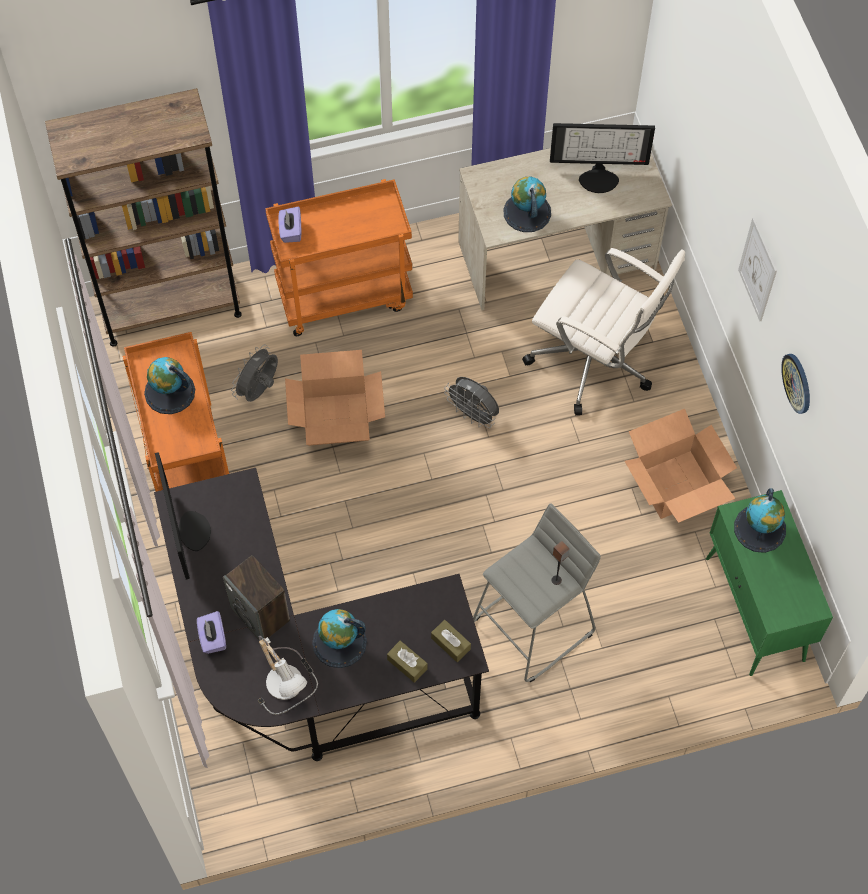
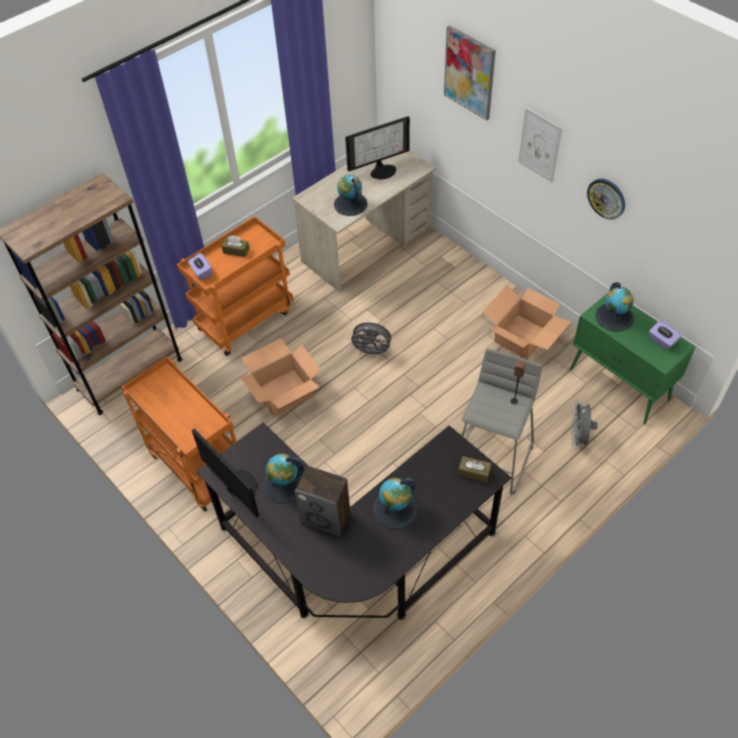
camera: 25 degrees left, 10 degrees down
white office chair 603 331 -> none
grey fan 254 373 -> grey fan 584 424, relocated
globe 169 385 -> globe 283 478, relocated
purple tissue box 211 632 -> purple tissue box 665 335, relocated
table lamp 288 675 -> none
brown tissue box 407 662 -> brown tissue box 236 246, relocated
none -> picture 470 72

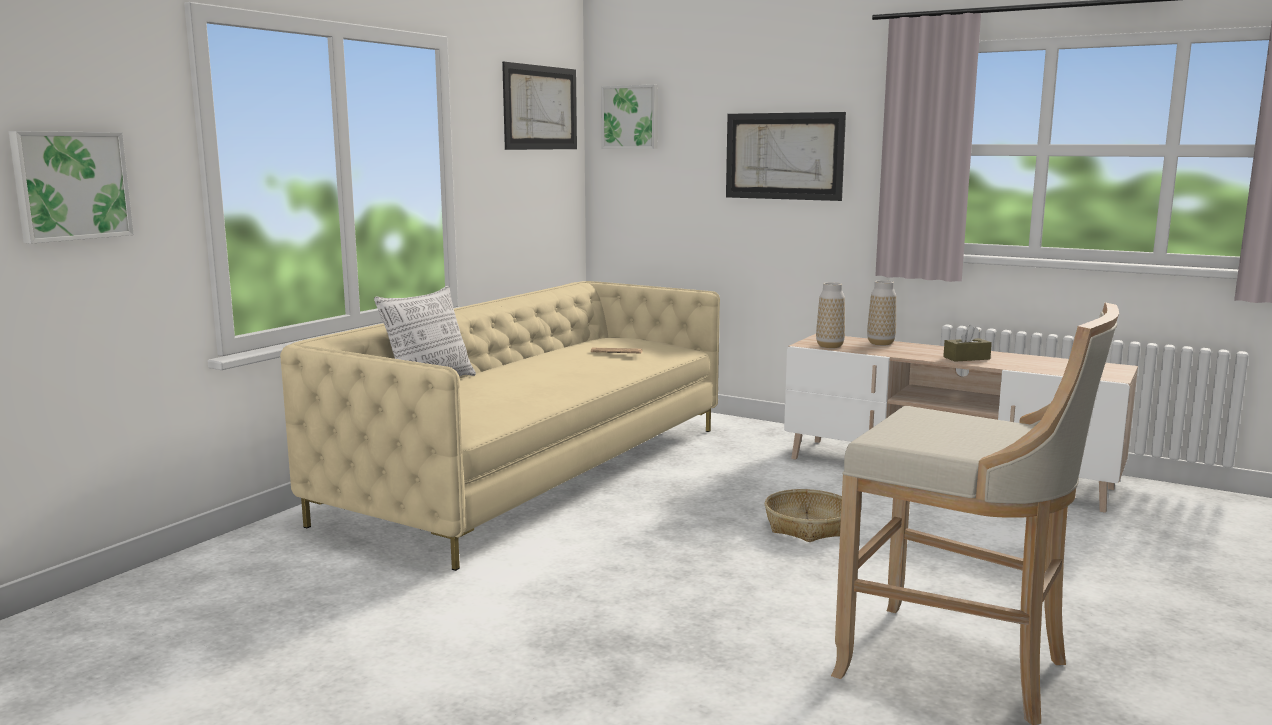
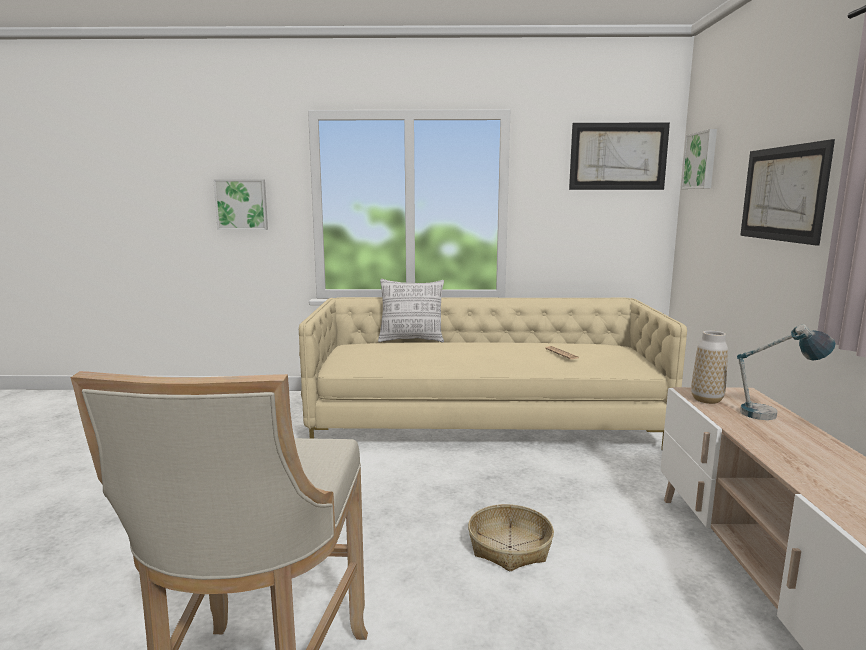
camera: 60 degrees right, 0 degrees up
vase 881 312 -> table lamp 786 372
brown tissue box 967 343 -> none

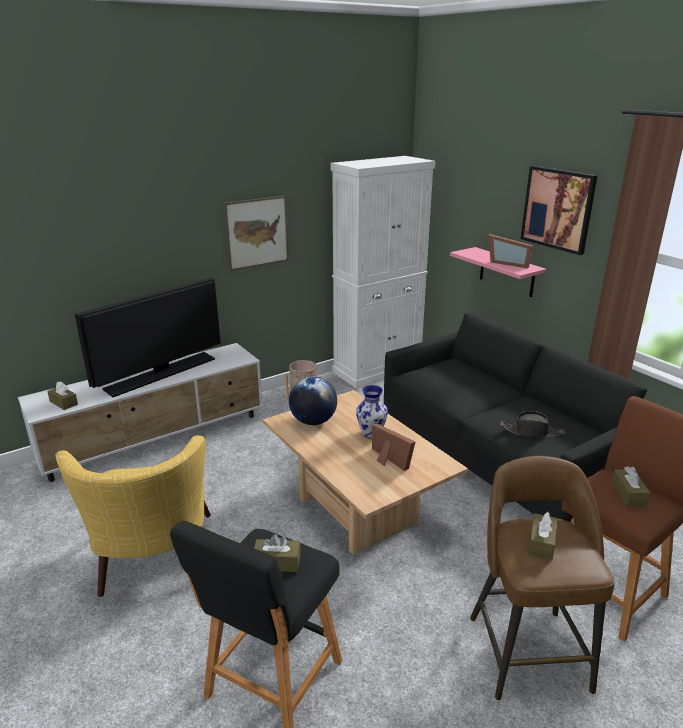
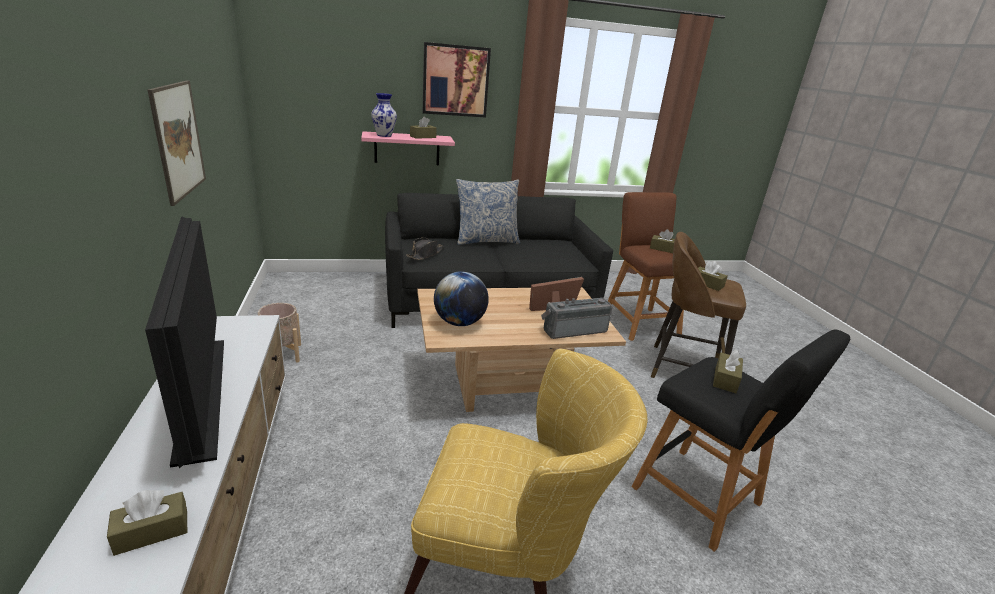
camera: 70 degrees left, 0 degrees up
white cabinet 382 272 -> none
picture frame 510 251 -> brown tissue box 423 127
vase 372 411 -> vase 384 115, relocated
black hat 533 424 -> black hat 425 249, relocated
none -> pillow 488 212
none -> radio 576 318

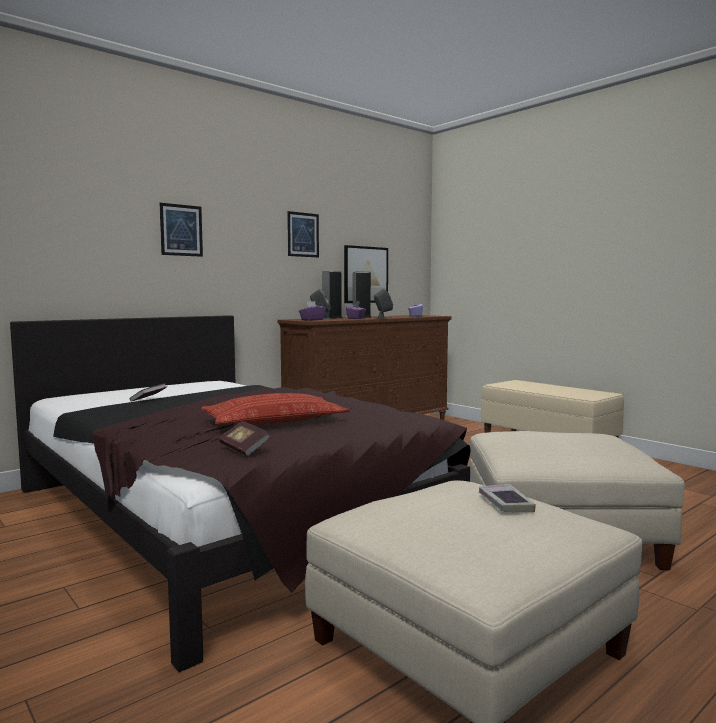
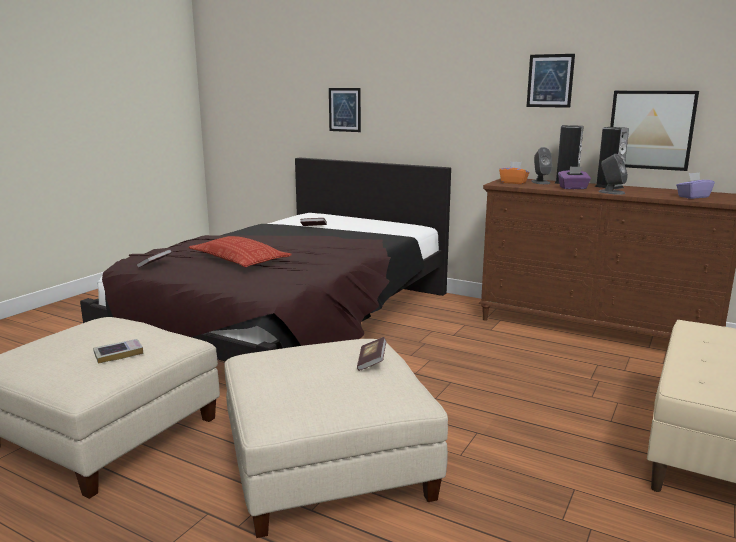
camera: 70 degrees right, 10 degrees up
picture 181 230 -> picture 345 110, relocated
purple tissue box 312 310 -> orange tissue box 514 172
none -> book 371 354

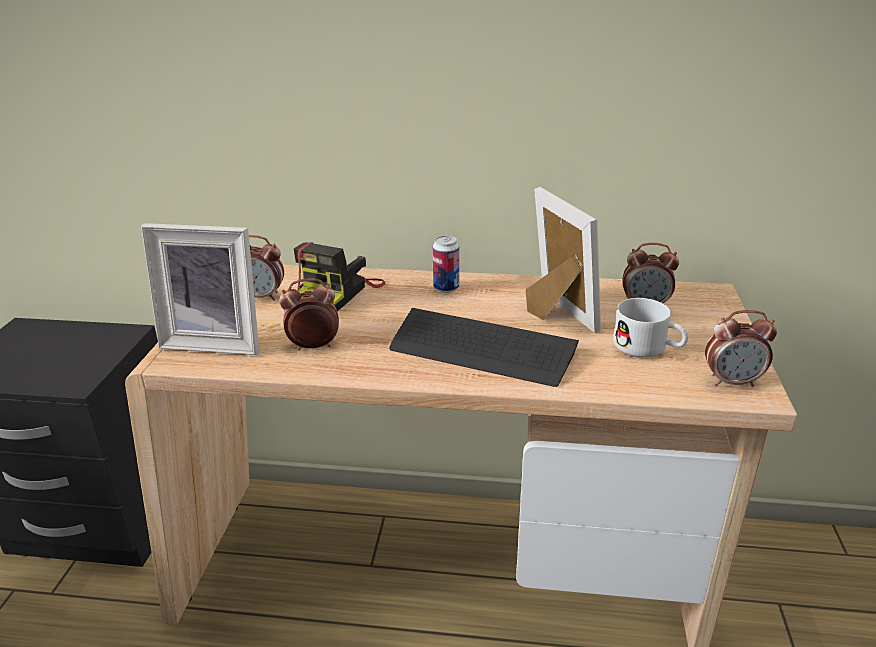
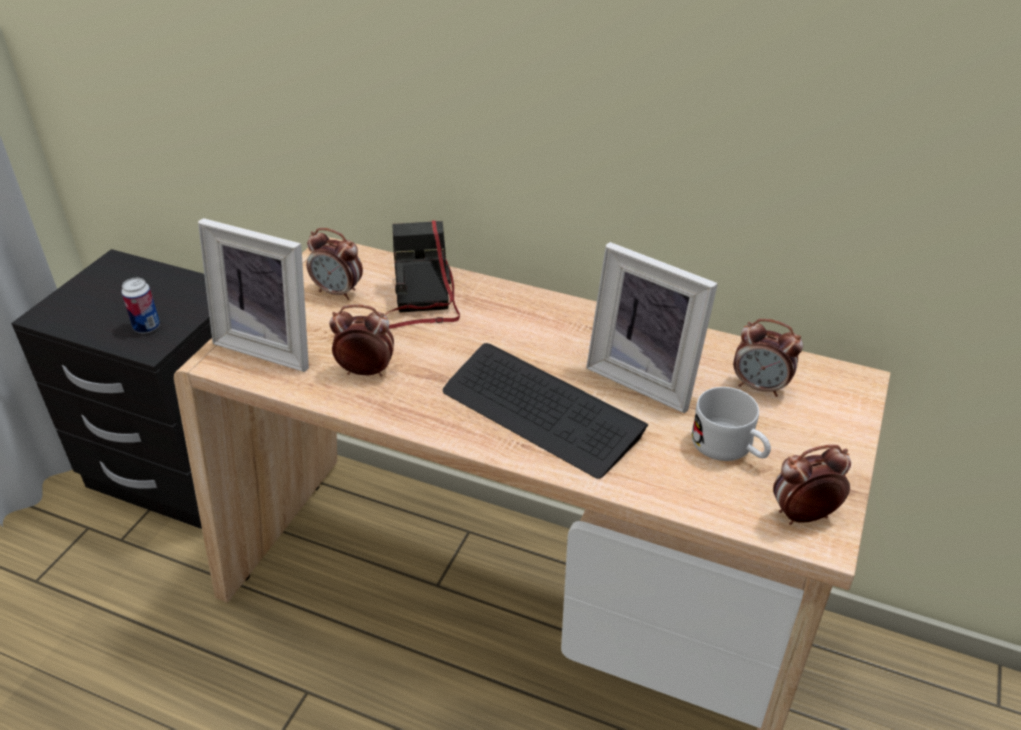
camera: 15 degrees right, 10 degrees up
picture frame 563 260 -> picture frame 652 327, 135 degrees clockwise
can 446 264 -> can 141 306, relocated
photo camera 340 276 -> photo camera 422 275, 135 degrees clockwise
alarm clock 741 348 -> alarm clock 812 485, 150 degrees clockwise

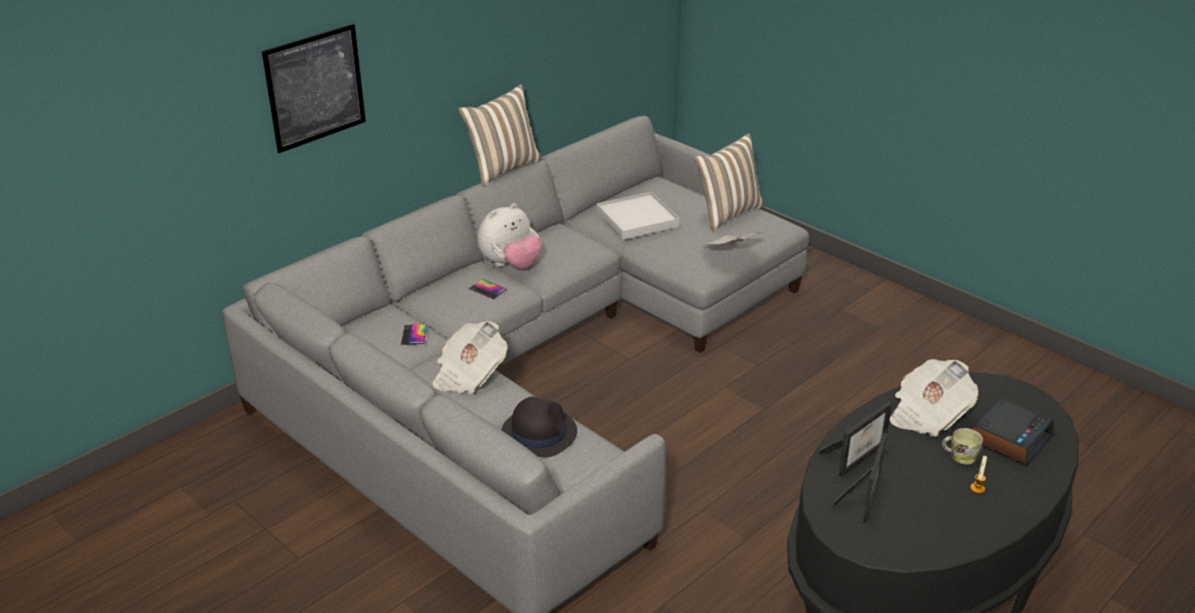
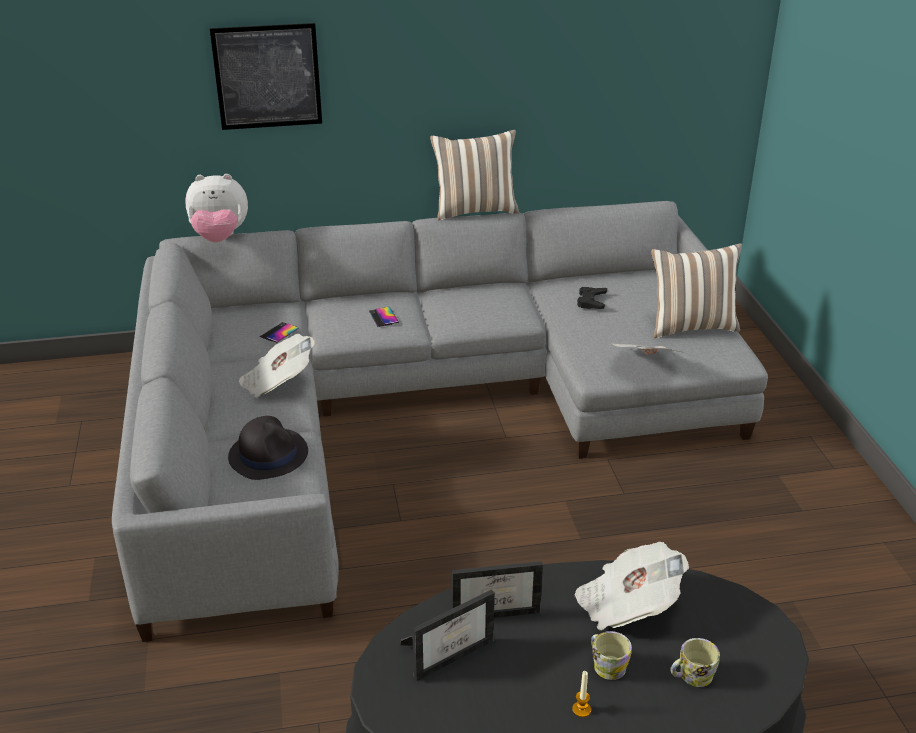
camera: 35 degrees right, 0 degrees up
white tray 637 216 -> black game controller 592 298
plush toy 509 236 -> plush toy 216 208, relocated
alarm clock 1013 432 -> mug 695 662

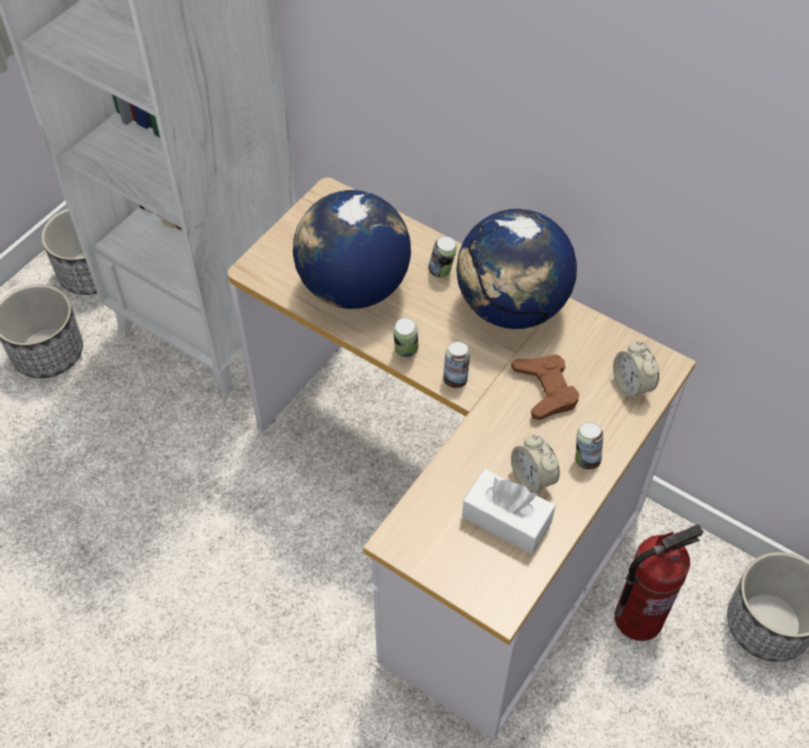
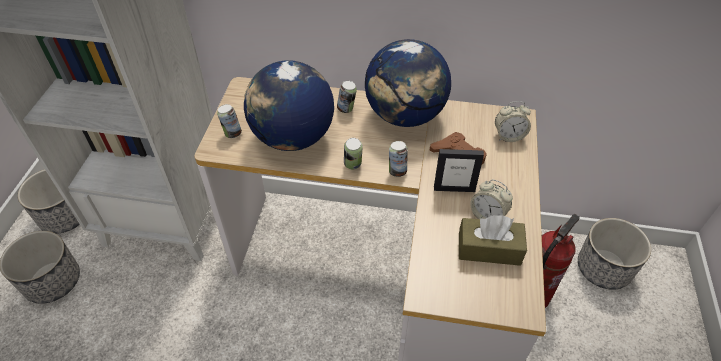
camera: 25 degrees left, 5 degrees down
alarm clock 636 371 -> alarm clock 513 121, 45 degrees counterclockwise
can 589 445 -> can 229 121, relocated
white tissue box 508 511 -> brown tissue box 493 240
none -> picture frame 459 170

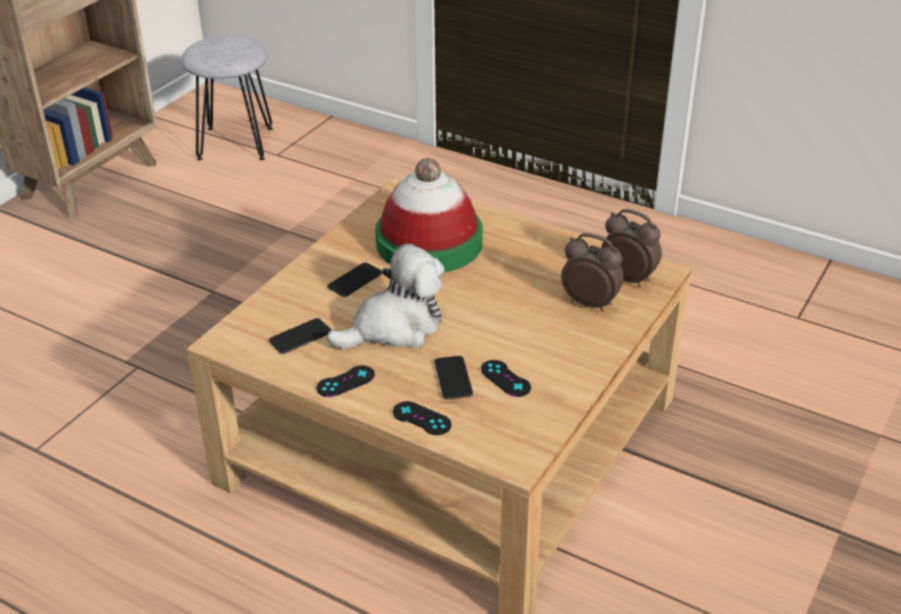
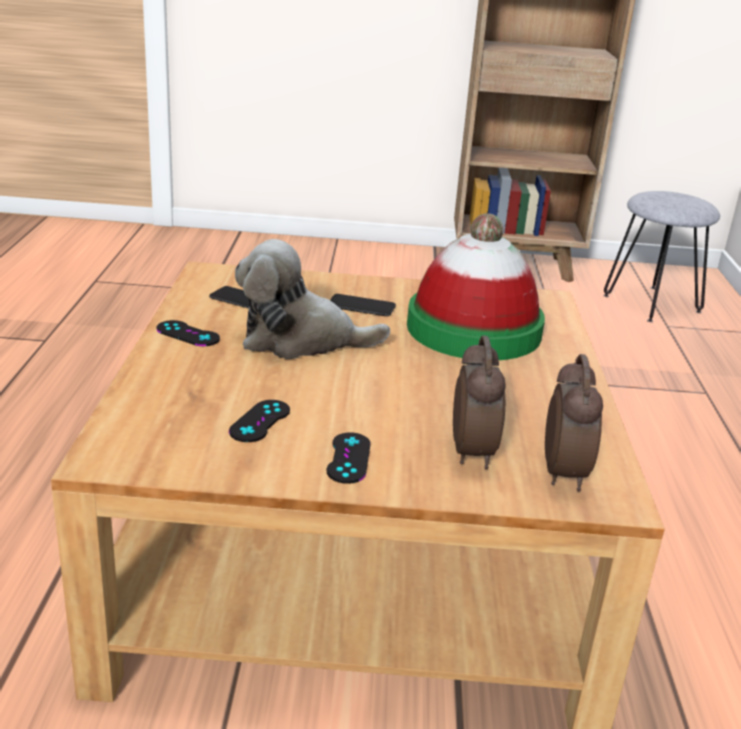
camera: 60 degrees right, 10 degrees down
plush toy 386 296 -> plush toy 312 299, 150 degrees clockwise
phone 453 377 -> none
black game controller 422 418 -> black game controller 349 458, relocated

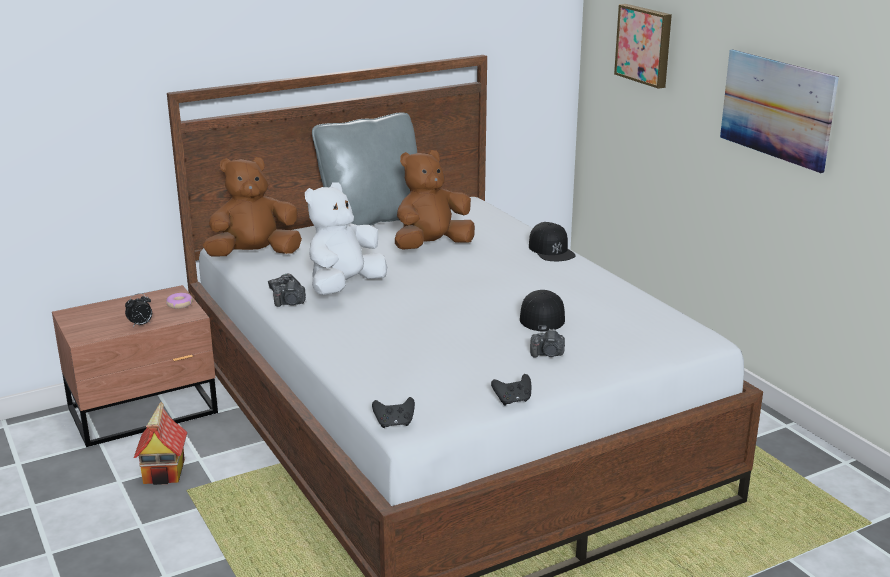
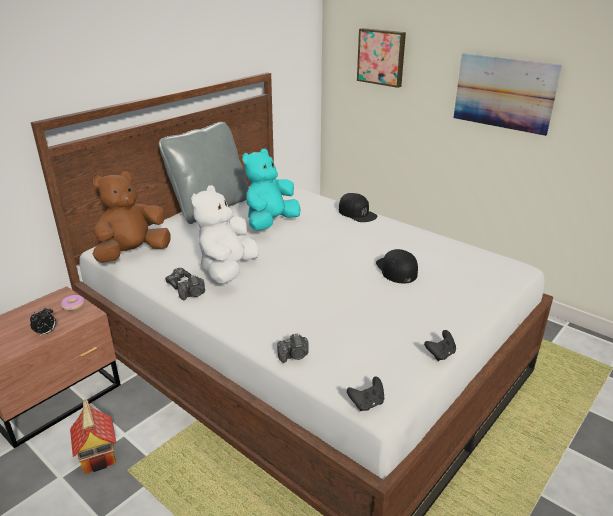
camera: 20 degrees left, 5 degrees up
brown plush toy 435 200 -> turquoise plush toy 271 190
photo camera 547 343 -> photo camera 293 348, relocated

